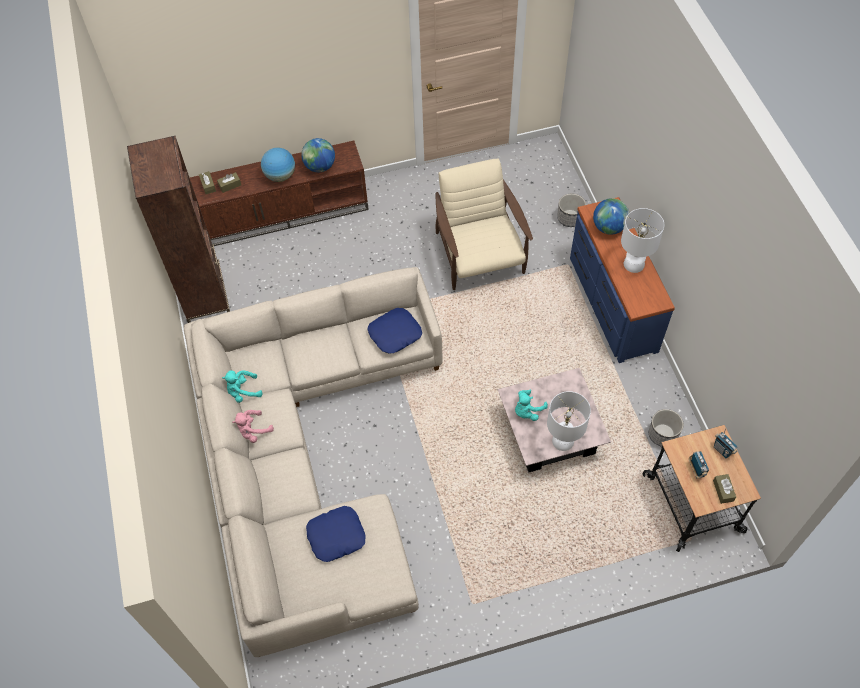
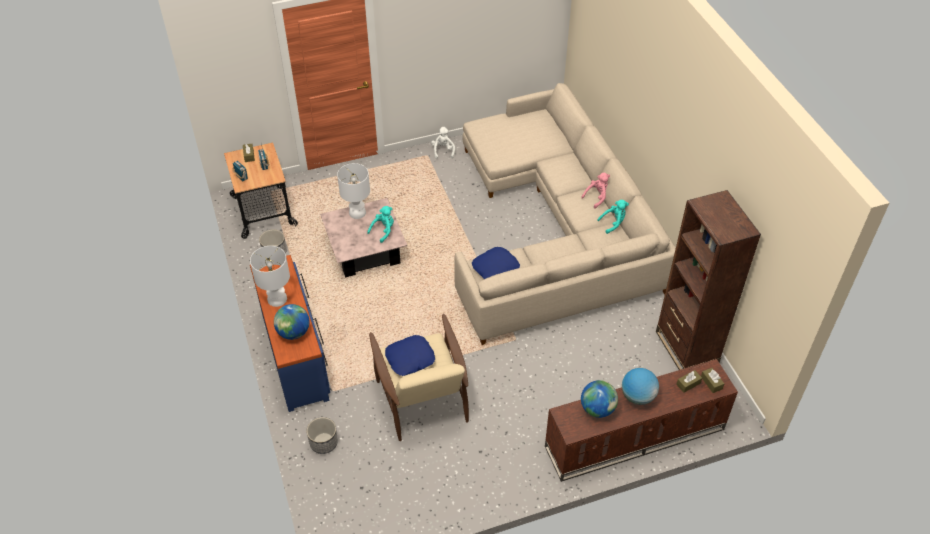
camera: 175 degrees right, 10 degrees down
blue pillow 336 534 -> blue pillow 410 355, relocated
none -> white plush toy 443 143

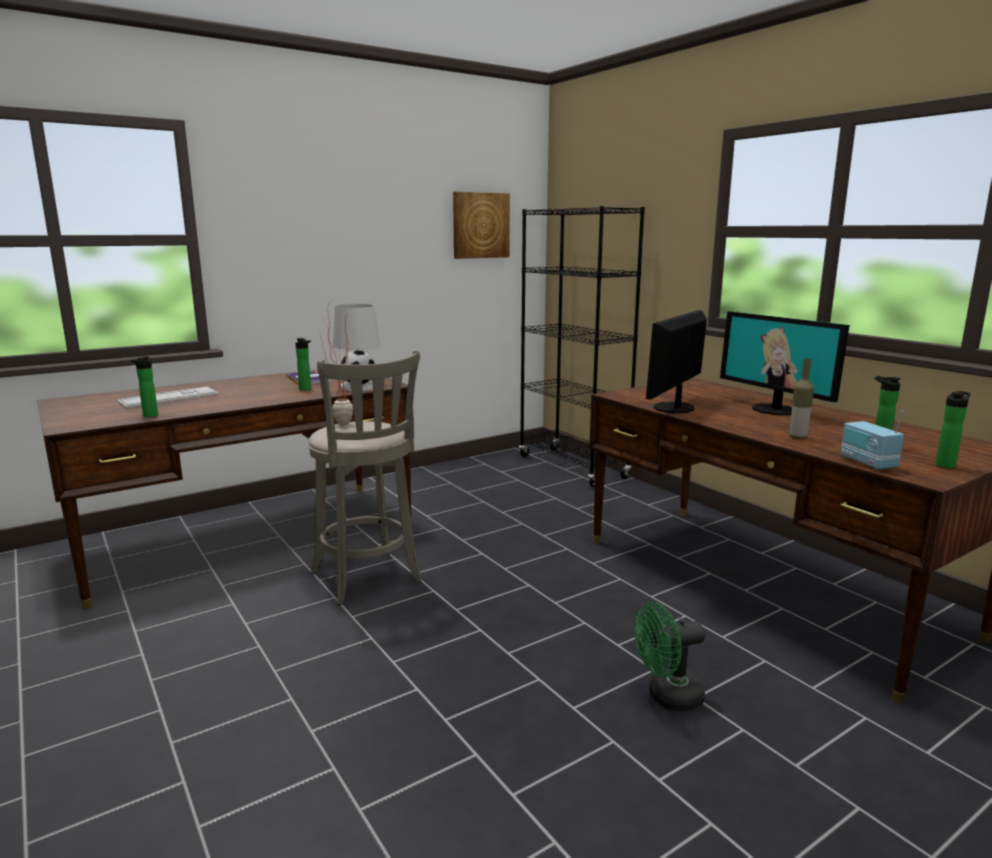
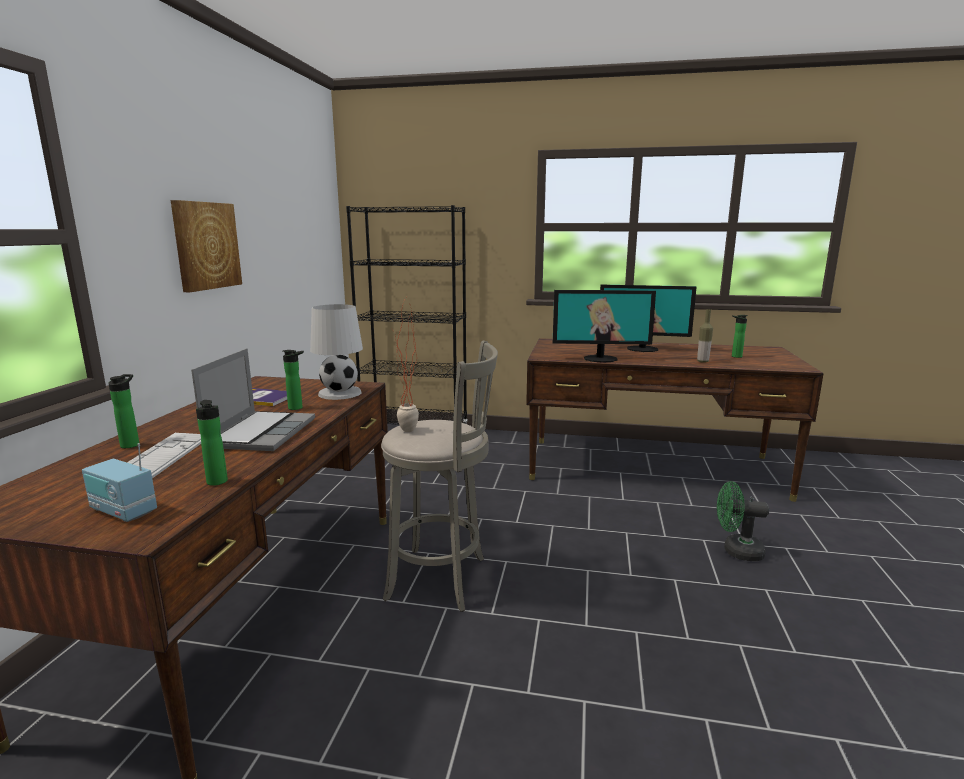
camera: 45 degrees left, 0 degrees up
picture 481 225 -> picture 206 246, relocated
monitor 676 361 -> monitor 604 326, 75 degrees counterclockwise
bottle 953 430 -> bottle 123 411, relocated
radio 872 440 -> radio 119 482, relocated
green fan 670 656 -> green fan 743 521, 75 degrees clockwise
none -> laptop 253 399

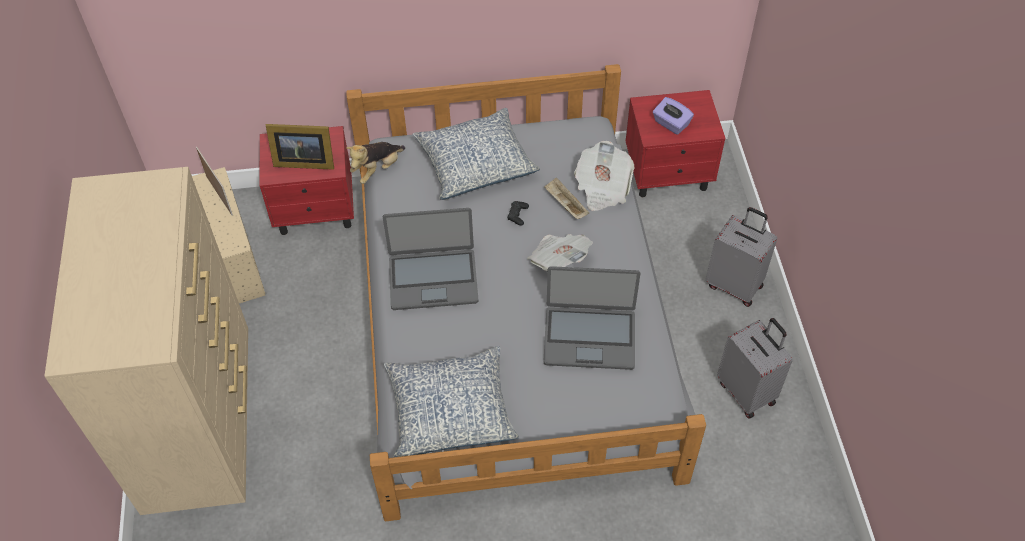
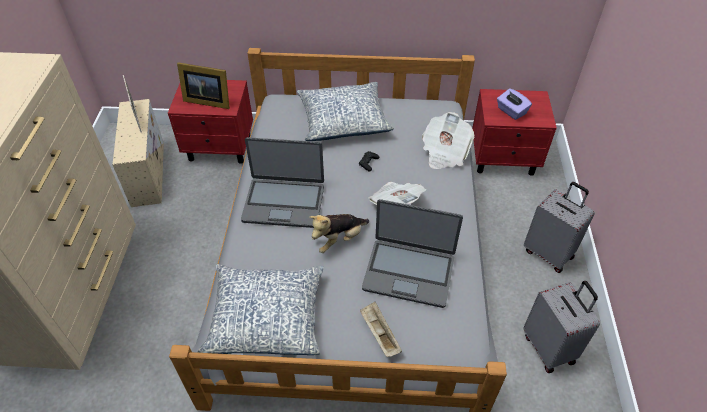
camera: 10 degrees right, 5 degrees down
plush toy 375 163 -> plush toy 339 233, relocated
beige tray 566 198 -> beige tray 381 329, relocated

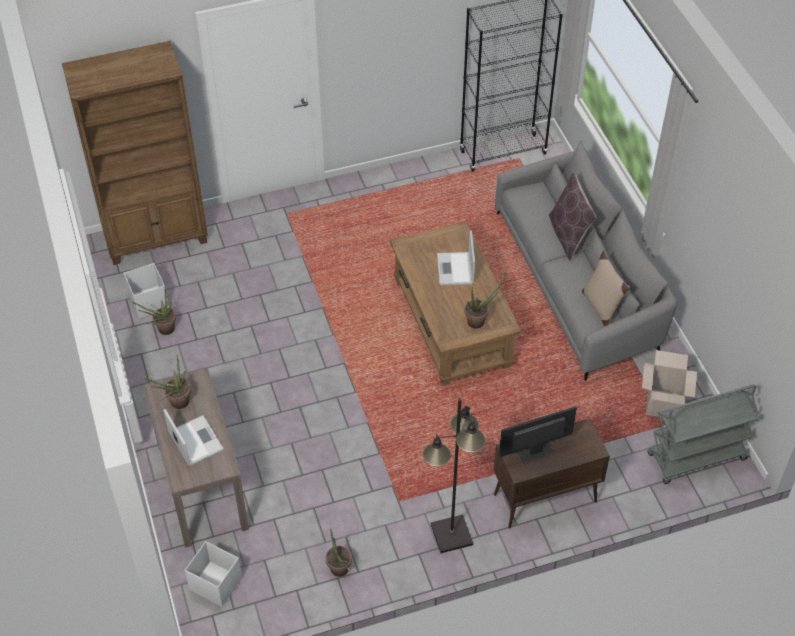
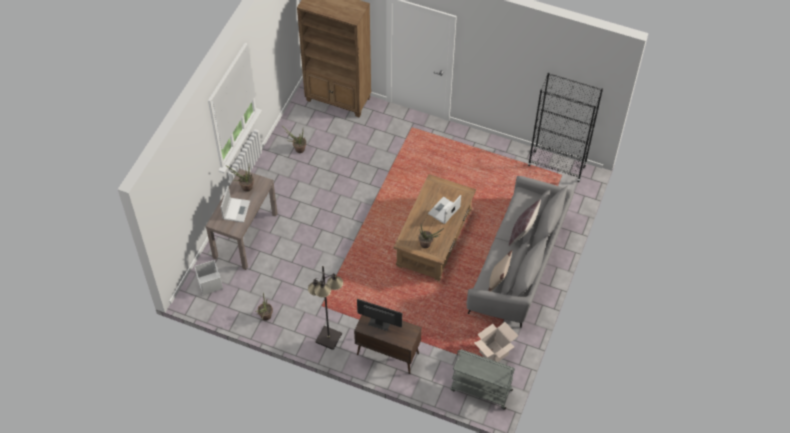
camera: 40 degrees right, 5 degrees up
white storage box 146 290 -> none

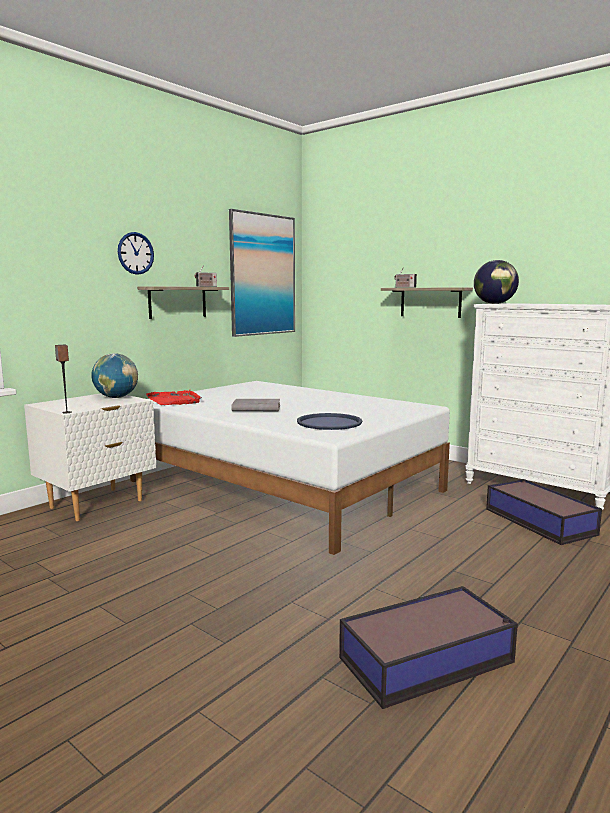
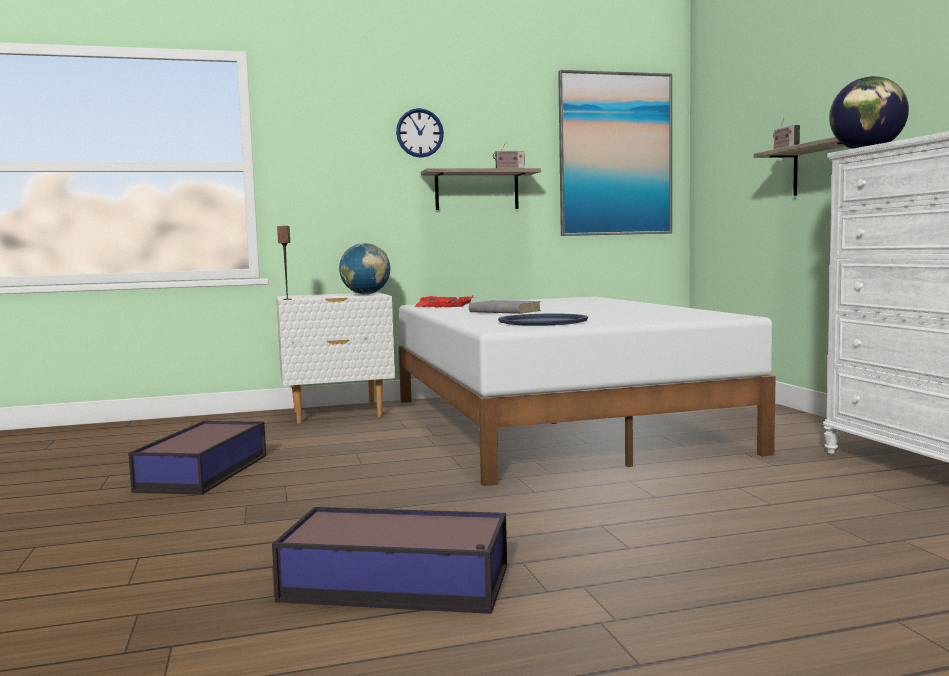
camera: 35 degrees right, 5 degrees down
storage box 544 512 -> storage box 197 458, relocated

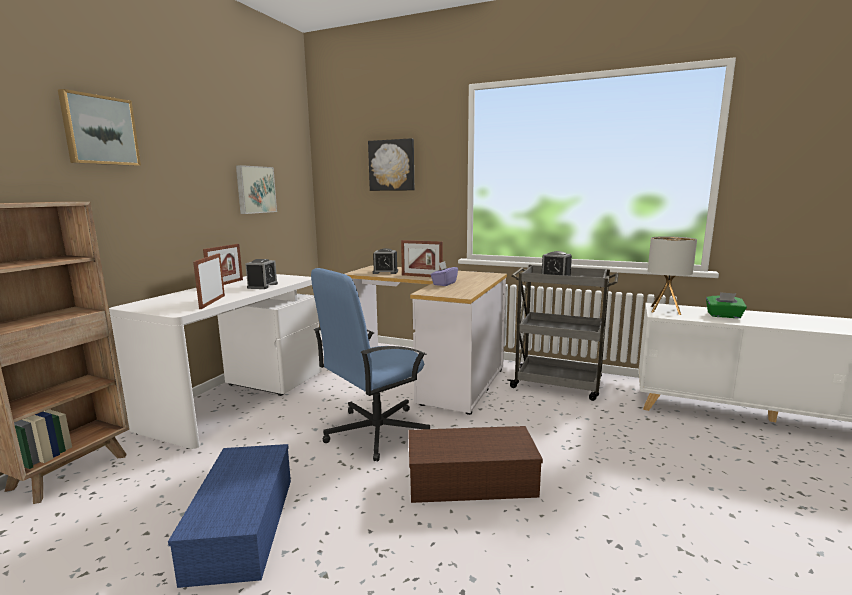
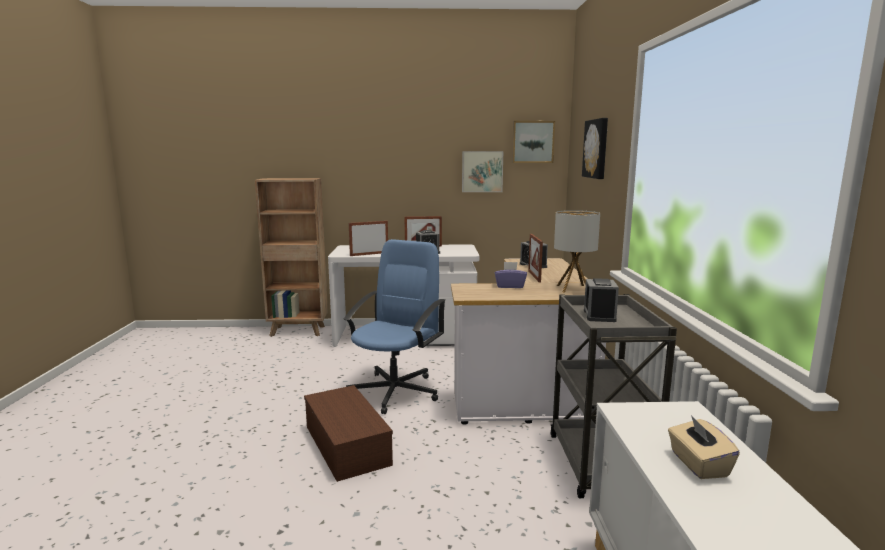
camera: 65 degrees right, 0 degrees up
picture 99 127 -> picture 533 142, relocated
table lamp 672 275 -> table lamp 577 251, relocated
blue office chair 370 365 -> blue office chair 394 326, 90 degrees clockwise
green tissue box 726 305 -> beige tissue box 704 447
blue storage box 229 516 -> none

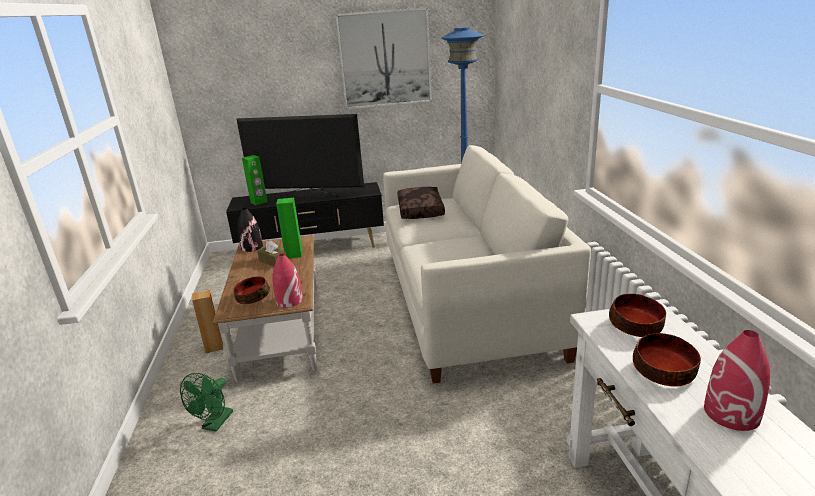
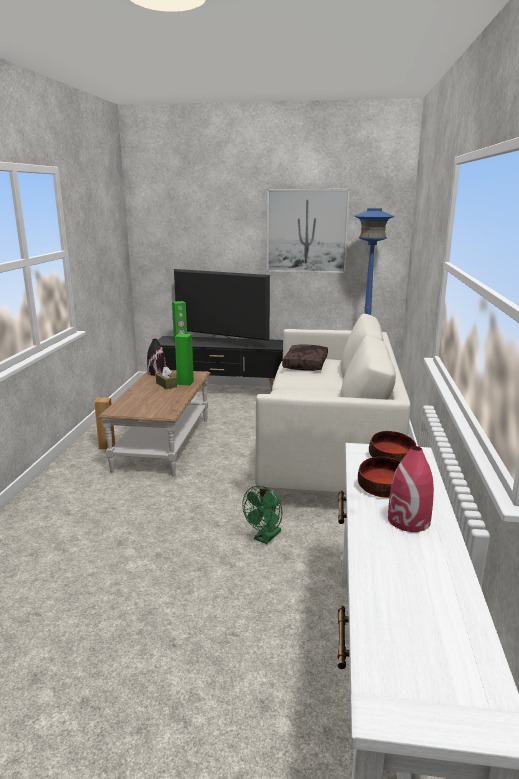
camera: 15 degrees right, 5 degrees down
red vase 288 281 -> none
bowl 251 290 -> none
green fan 206 402 -> green fan 262 515, relocated

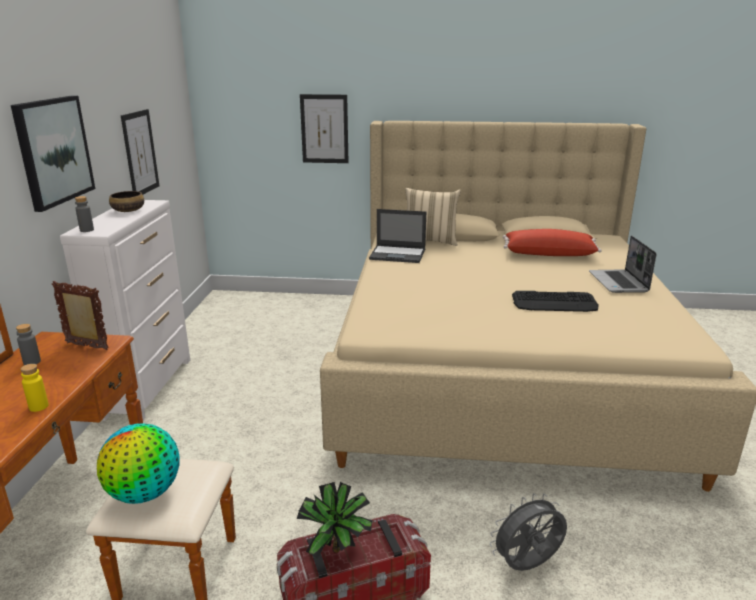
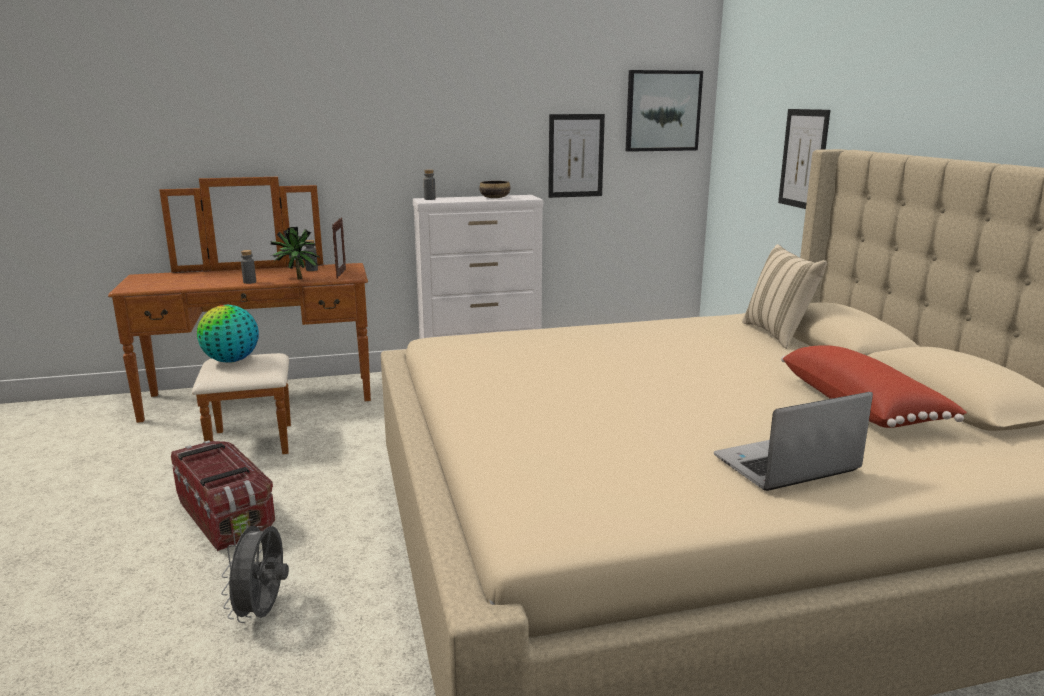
camera: 70 degrees right, 5 degrees down
picture 53 154 -> picture 664 111, relocated
laptop 397 236 -> none
keyboard 555 301 -> none
yellow bottle 34 388 -> grey bottle 248 267
potted plant 335 520 -> potted plant 296 253, relocated
grey fan 528 532 -> grey fan 255 571, 135 degrees counterclockwise

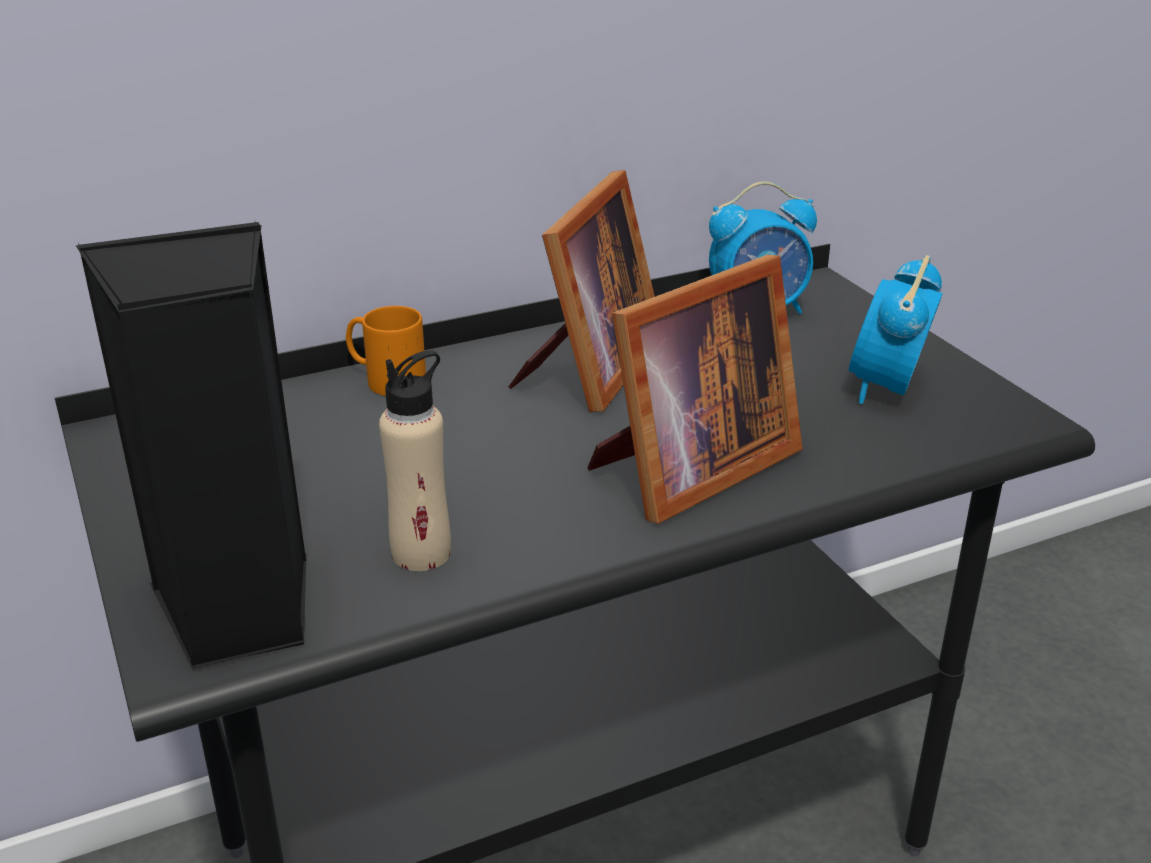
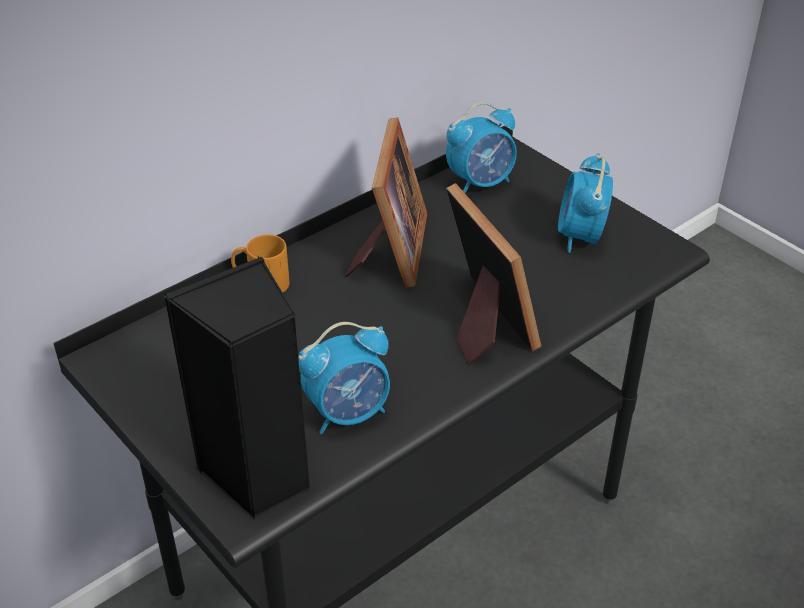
camera: 15 degrees left, 10 degrees up
picture frame 695 389 -> picture frame 493 274, 60 degrees counterclockwise
beige bottle 415 460 -> alarm clock 344 378

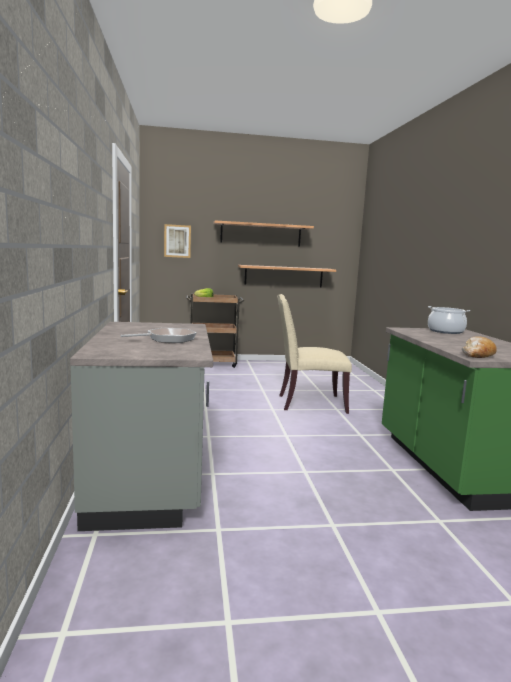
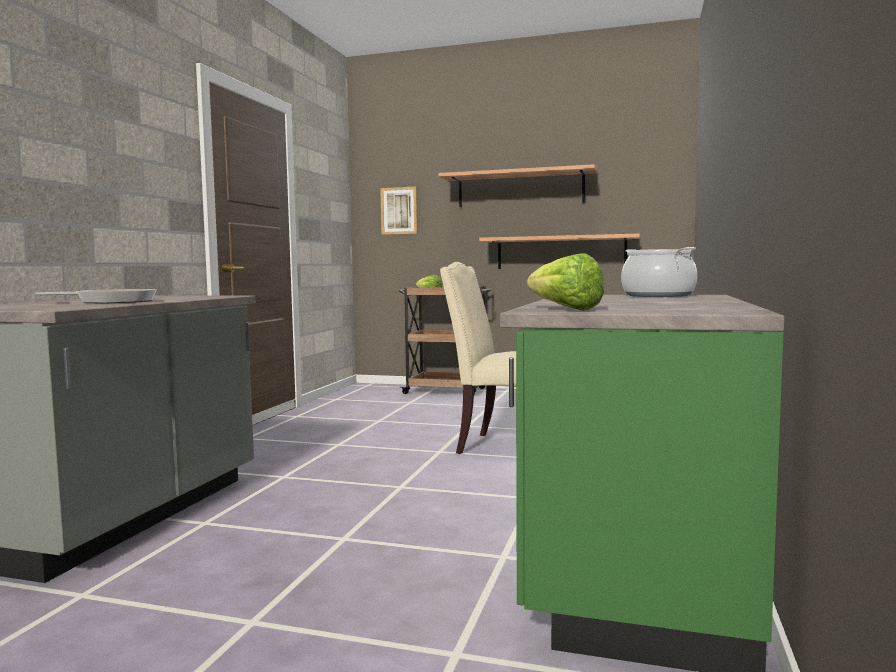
camera: 25 degrees right, 5 degrees down
bread 479 347 -> lettuce 565 282

